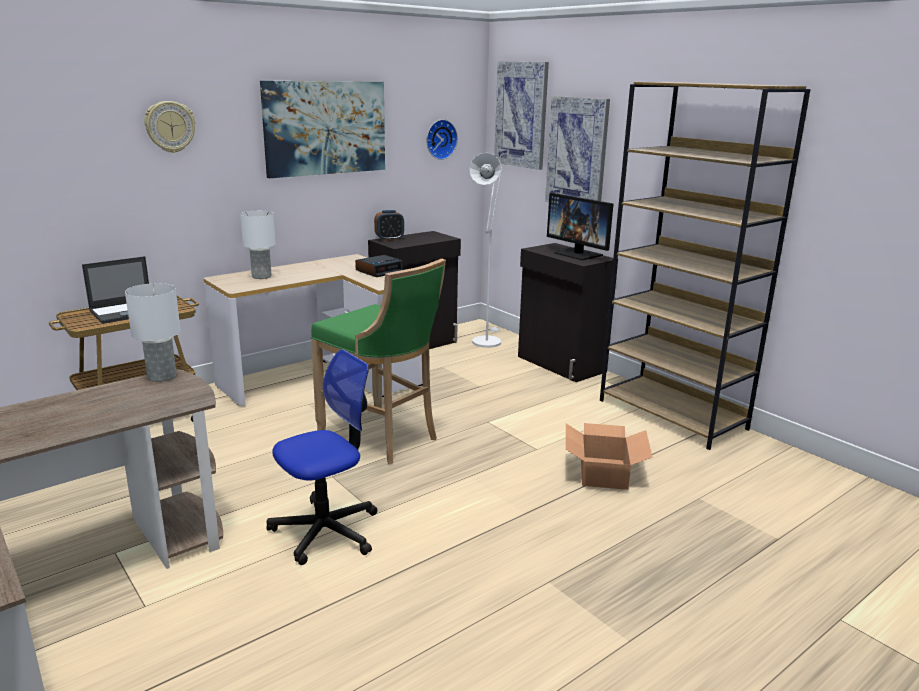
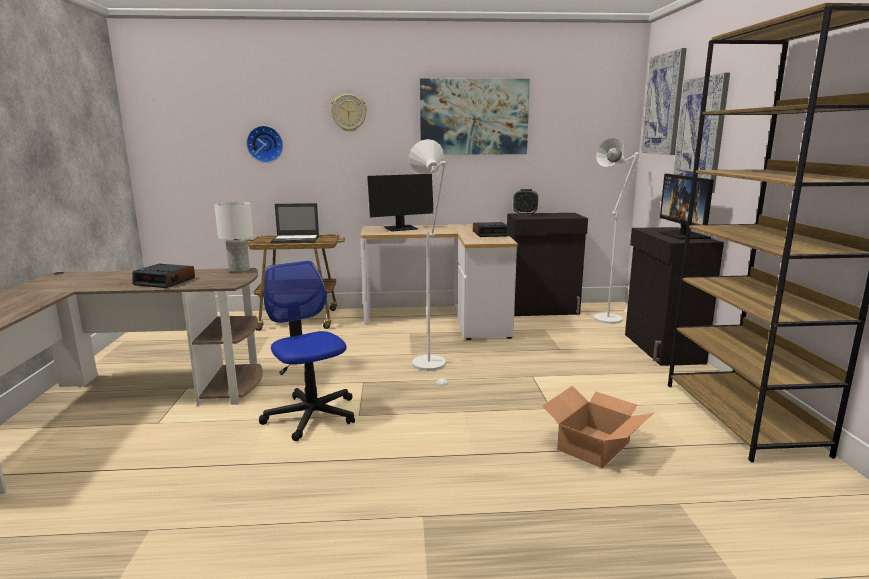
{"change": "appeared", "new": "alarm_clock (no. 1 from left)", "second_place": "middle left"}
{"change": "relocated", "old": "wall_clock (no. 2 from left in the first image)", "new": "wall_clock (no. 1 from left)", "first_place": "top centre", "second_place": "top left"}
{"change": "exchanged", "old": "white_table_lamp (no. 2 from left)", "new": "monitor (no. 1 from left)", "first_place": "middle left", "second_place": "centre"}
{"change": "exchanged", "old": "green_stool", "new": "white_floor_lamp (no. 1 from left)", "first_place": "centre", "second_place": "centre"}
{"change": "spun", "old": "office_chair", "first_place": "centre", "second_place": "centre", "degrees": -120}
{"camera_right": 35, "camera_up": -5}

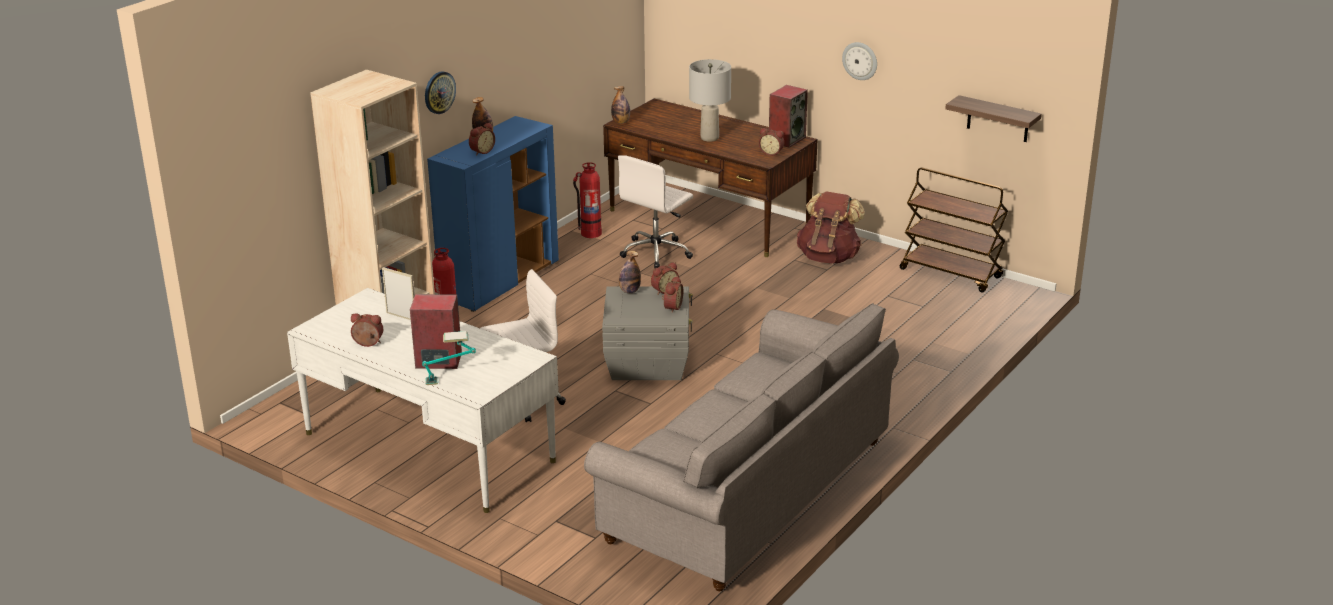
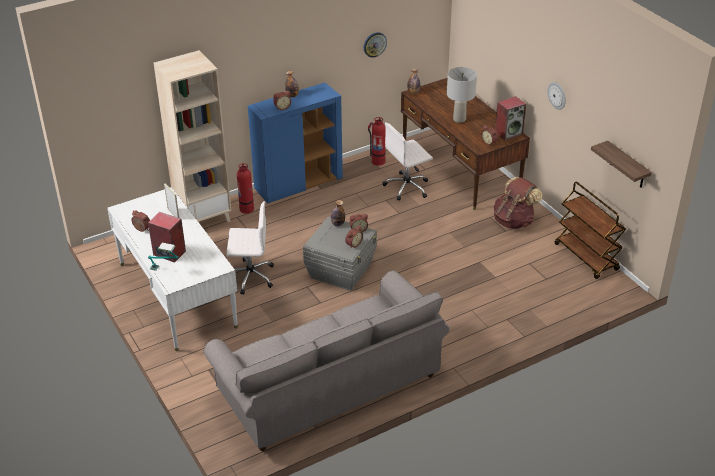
{"change": "relocated", "old": "wall_clock (no. 1 from left)", "first_place": "top left", "second_place": "top centre"}
{"camera_right": 25, "camera_up": 10}

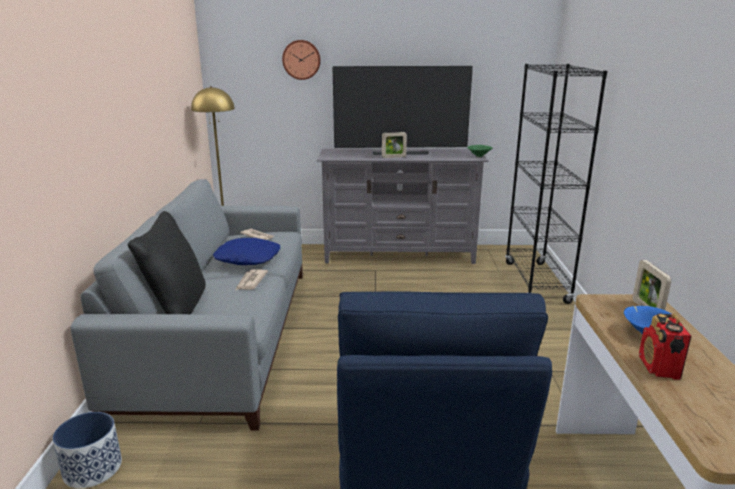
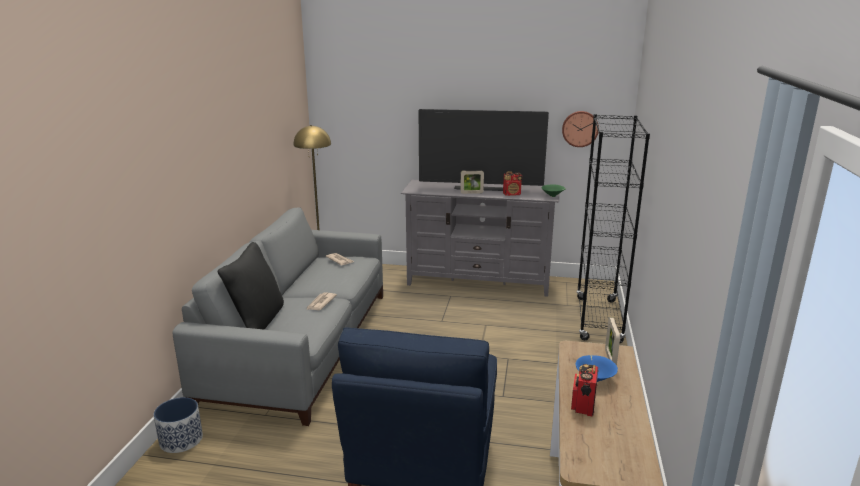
{"change": "missing", "old": "blue_pillow", "first_place": "centre"}
{"change": "appeared", "new": "radio (no. 1 from left)", "second_place": "centre"}
{"change": "relocated", "old": "wall_clock", "first_place": "top centre", "second_place": "top right"}
{"camera_right": 10, "camera_up": 0}

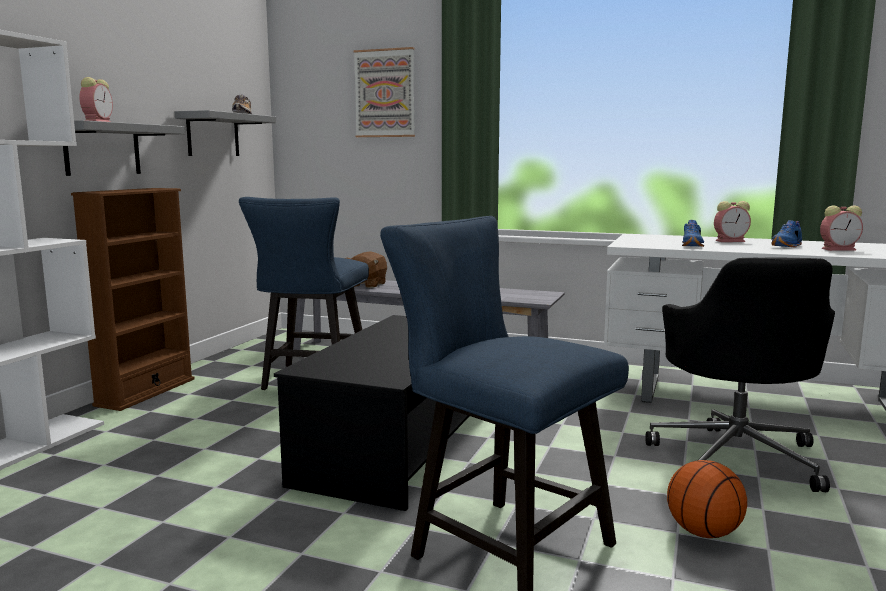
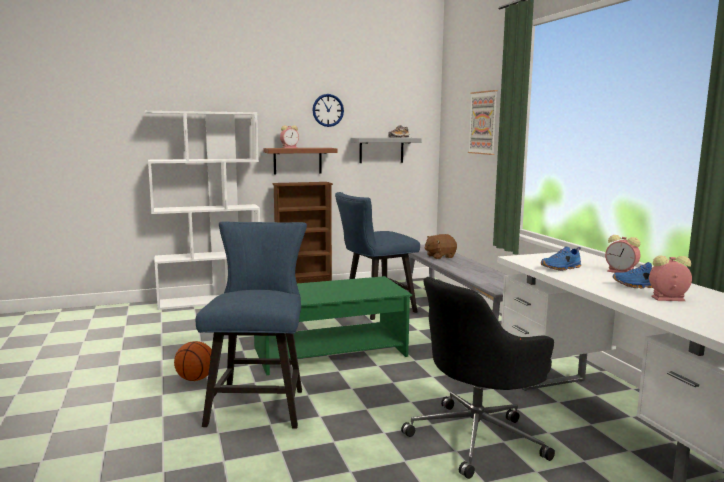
{"change": "appeared", "new": "wall_clock", "second_place": "top centre"}
{"change": "relocated", "old": "basketball", "first_place": "bottom right", "second_place": "bottom left"}
{"change": "colour", "old": "grey_shelf (no. 1 from left)", "new": "brown_shelf", "first_place": "top left", "second_place": "centre"}
{"change": "colour", "old": "black_coffee_table", "new": "green_coffee_table", "first_place": "bottom centre", "second_place": "bottom centre"}
{"change": "spun", "old": "alarm_clock (no. 3 from left)", "first_place": "middle right", "second_place": "middle right", "degrees": 135}
{"camera_right": 50, "camera_up": 0}

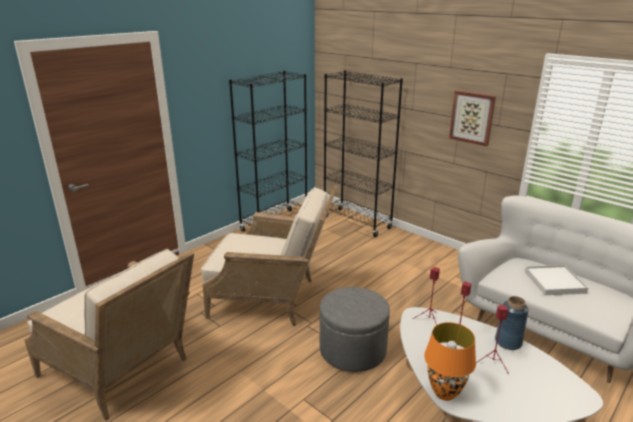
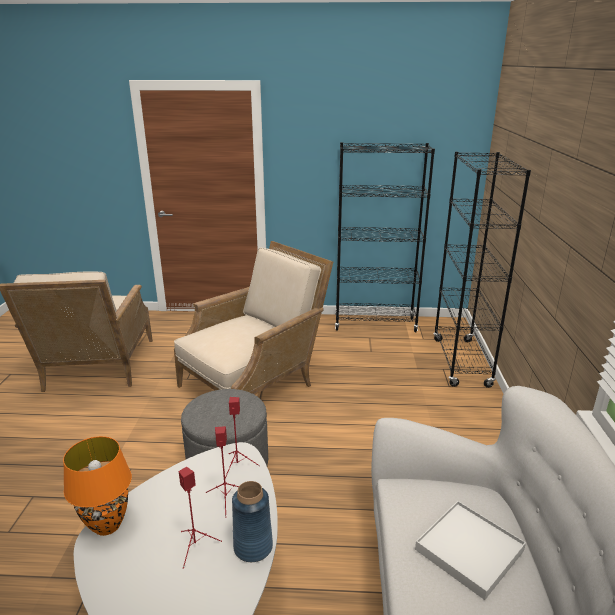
{"change": "missing", "old": "picture", "first_place": "top right"}
{"change": "spun", "old": "beige_armchair (no. 2 from left)", "first_place": "centre", "second_place": "centre", "degrees": -105}
{"camera_right": 50, "camera_up": 0}

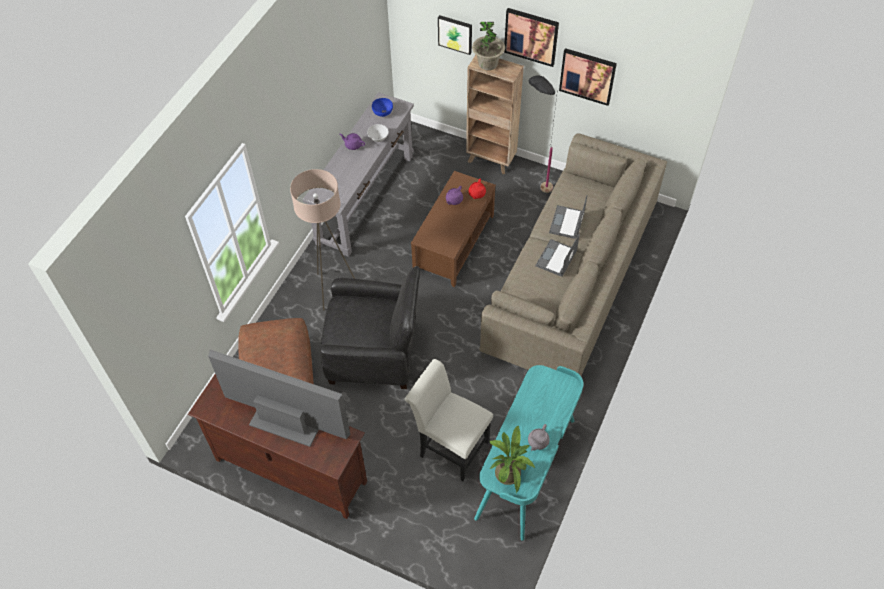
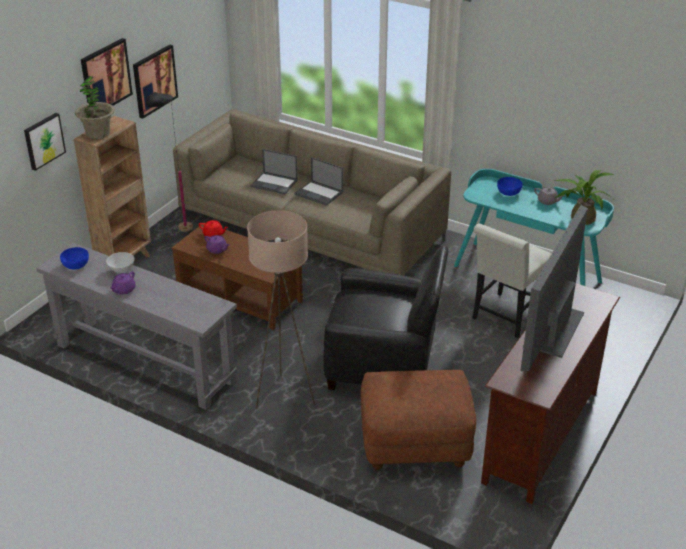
{"change": "appeared", "new": "blue_bowl (no. 2 from left)", "second_place": "middle right"}
{"change": "spun", "old": "black_armchair", "first_place": "centre", "second_place": "centre", "degrees": 90}
{"camera_right": -85, "camera_up": -20}

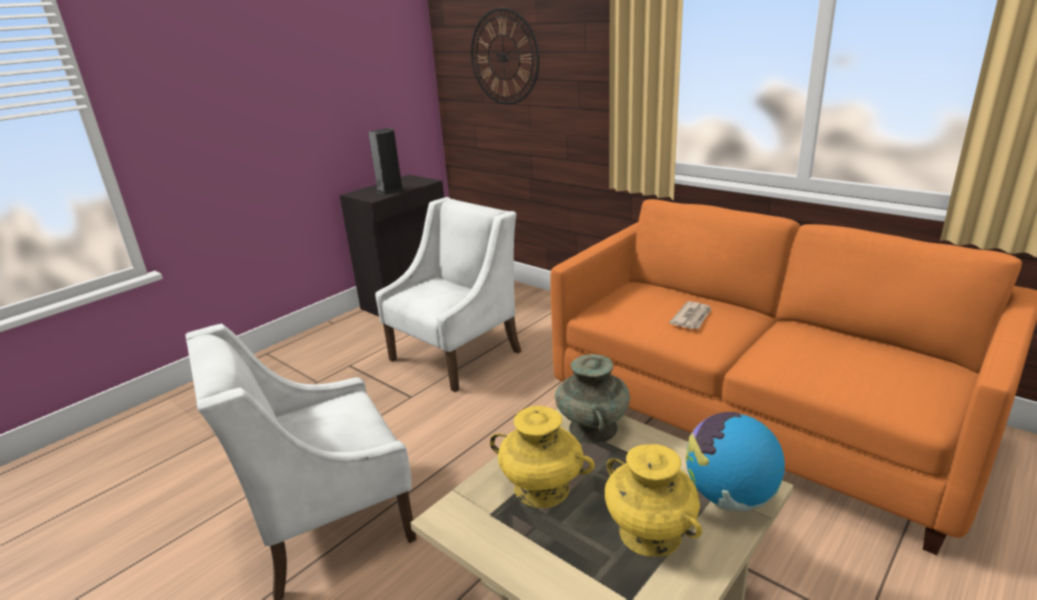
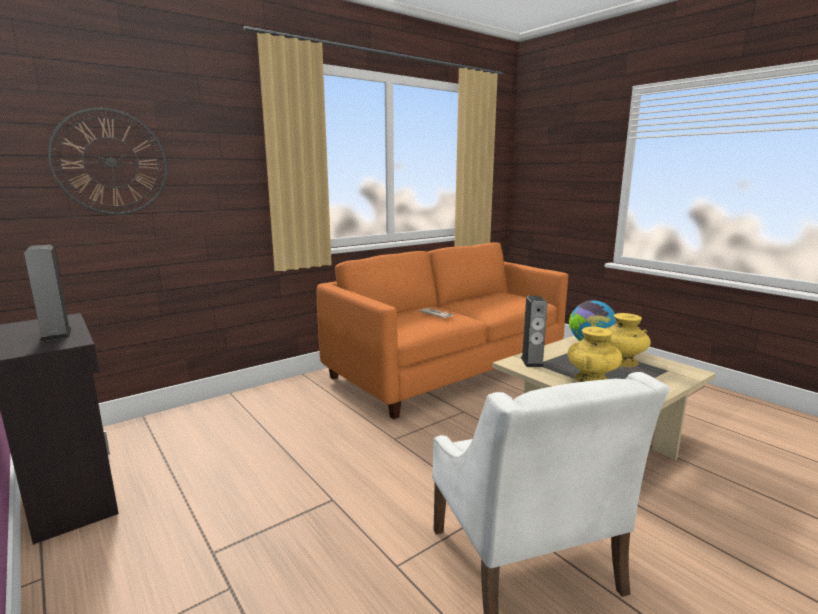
{"change": "missing", "old": "white_armchair (no. 2 from left)", "first_place": "centre"}
{"change": "exchanged", "old": "turquoise_vase", "new": "speaker (no. 2 from left)", "first_place": "centre", "second_place": "centre"}
{"camera_right": -80, "camera_up": -10}

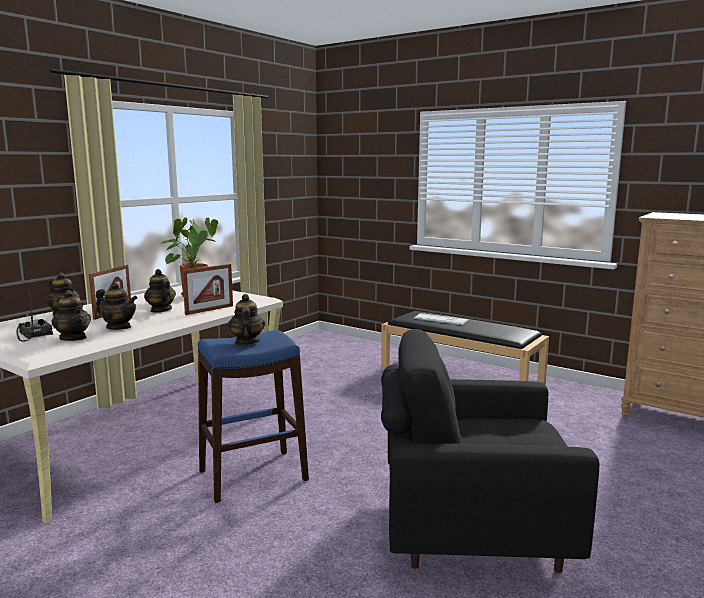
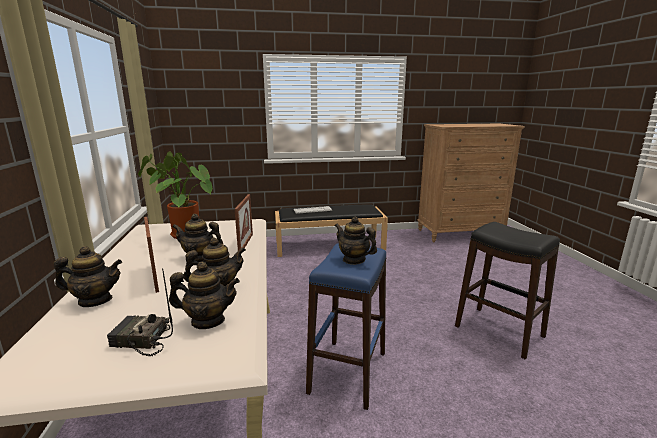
{"change": "exchanged", "old": "black_armchair", "new": "black_stool", "first_place": "bottom right", "second_place": "middle right"}
{"camera_right": -45, "camera_up": 5}

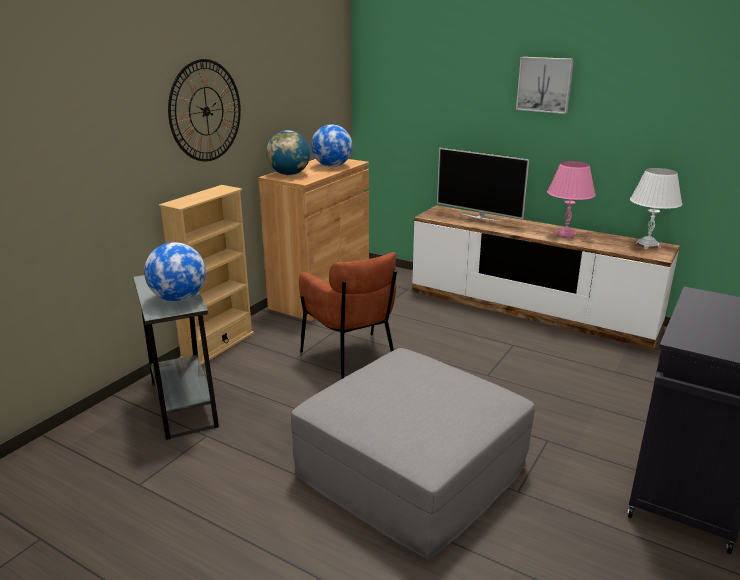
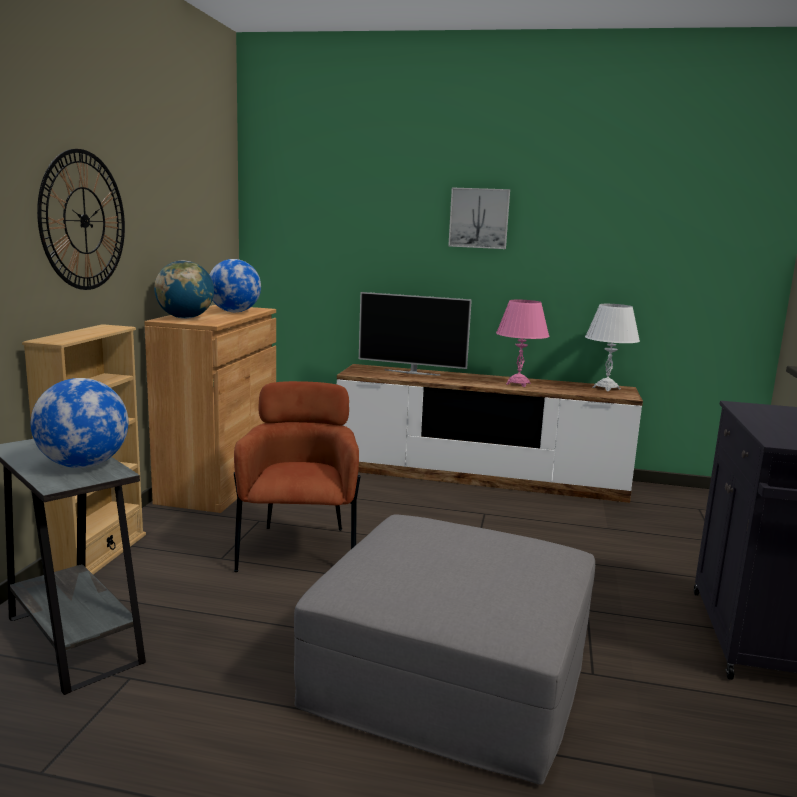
{"change": "spun", "old": "brown_armchair", "first_place": "centre", "second_place": "centre", "degrees": -135}
{"camera_right": -20, "camera_up": -10}

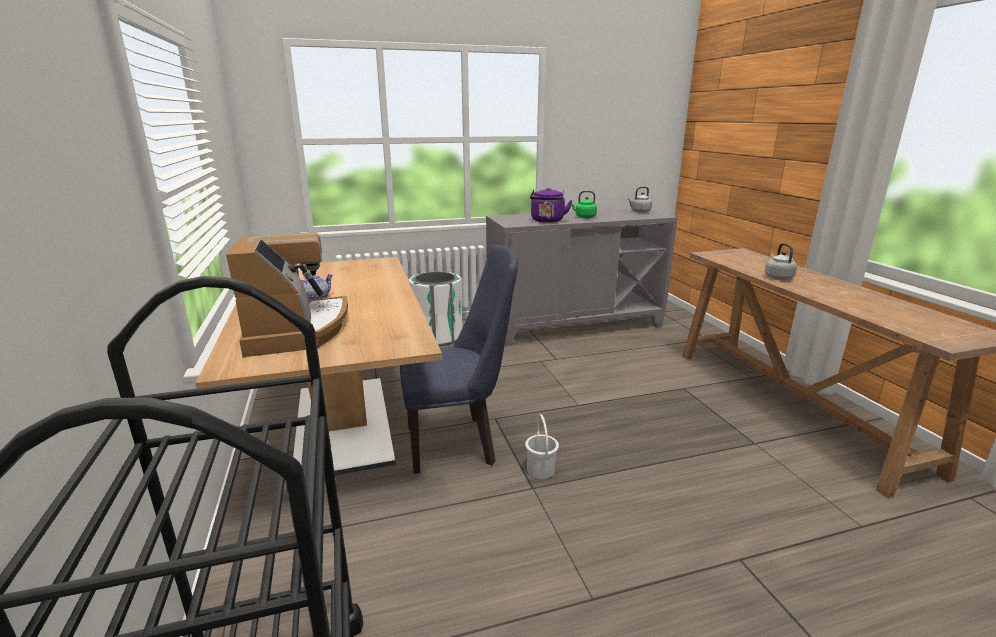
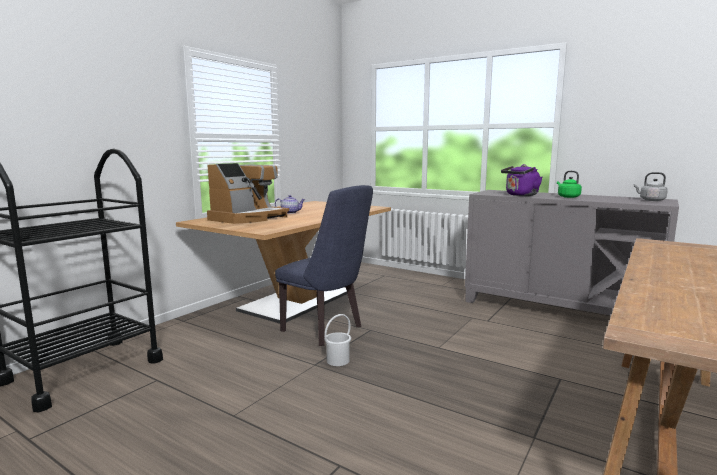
{"change": "missing", "old": "white_trash_can", "first_place": "centre"}
{"change": "missing", "old": "grey_kettle (no. 2 from left)", "first_place": "middle right"}
{"camera_right": 50, "camera_up": -10}

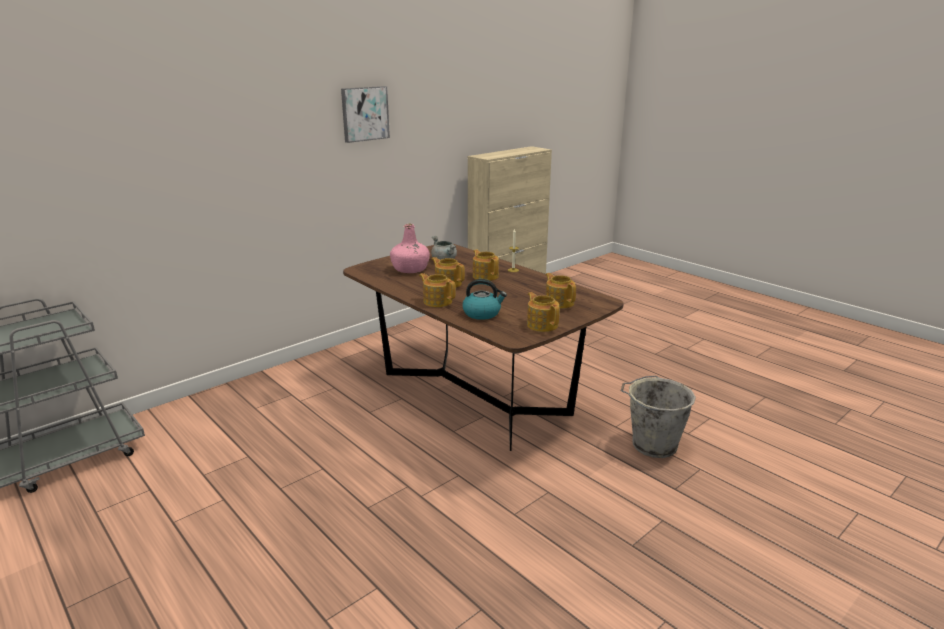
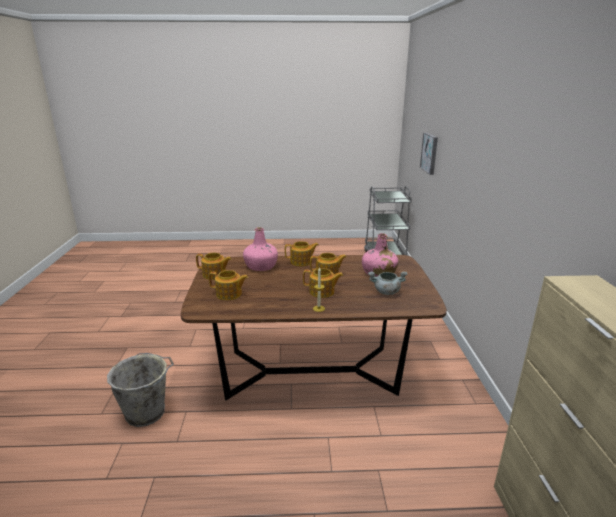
{"change": "relocated", "old": "picture", "first_place": "top centre", "second_place": "top right"}
{"change": "exchanged", "old": "kettle", "new": "pink_bottle (no. 1 from left)", "first_place": "centre", "second_place": "centre"}
{"camera_right": 130, "camera_up": 0}

